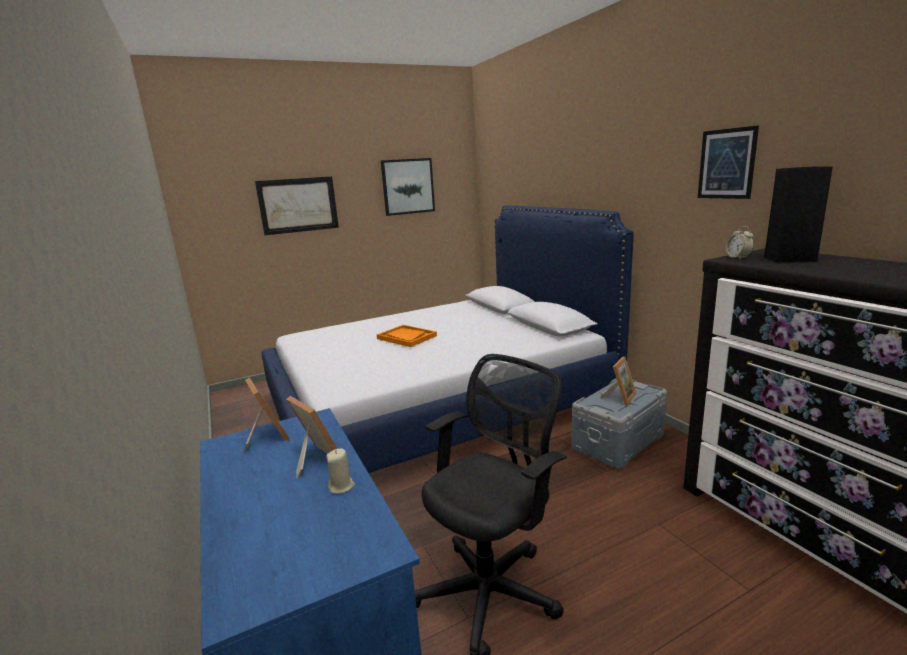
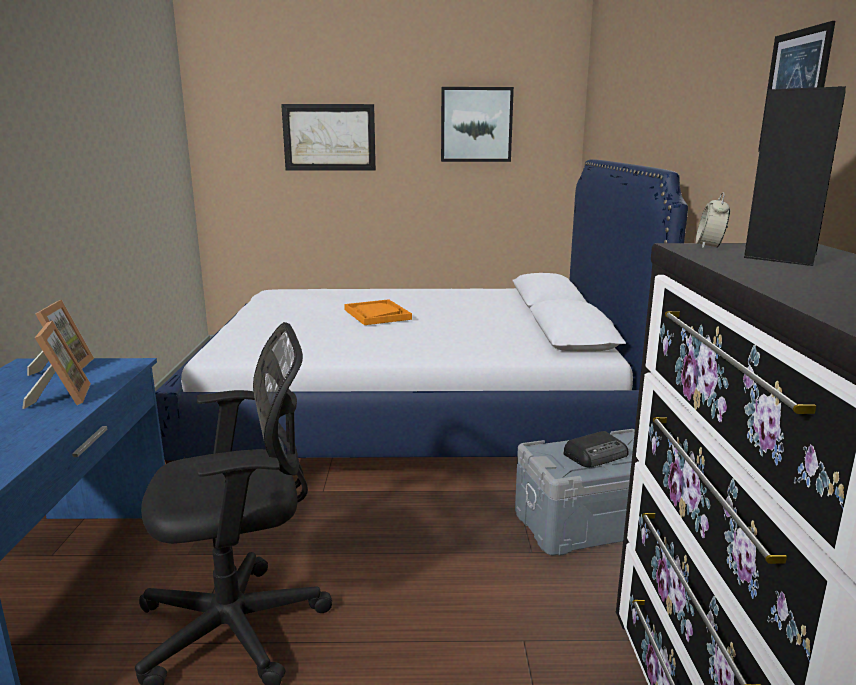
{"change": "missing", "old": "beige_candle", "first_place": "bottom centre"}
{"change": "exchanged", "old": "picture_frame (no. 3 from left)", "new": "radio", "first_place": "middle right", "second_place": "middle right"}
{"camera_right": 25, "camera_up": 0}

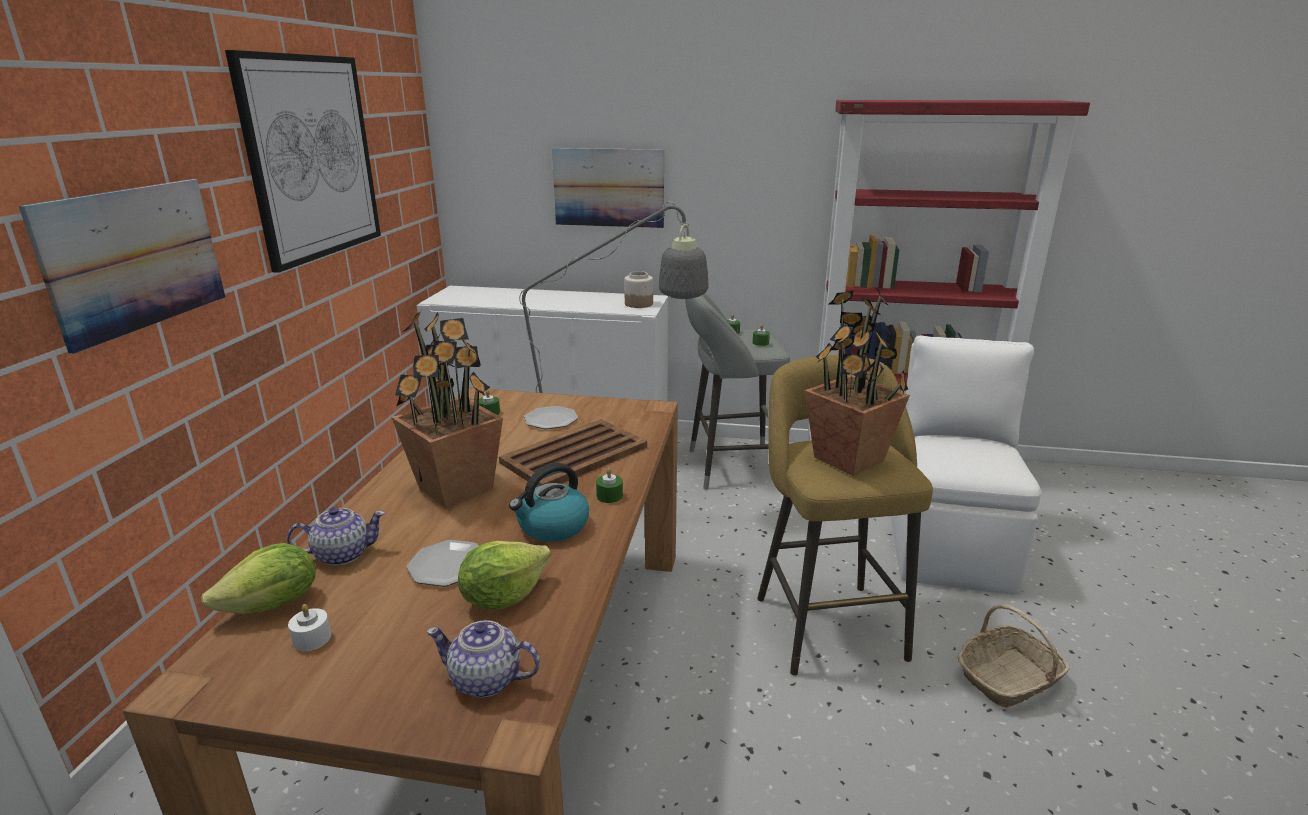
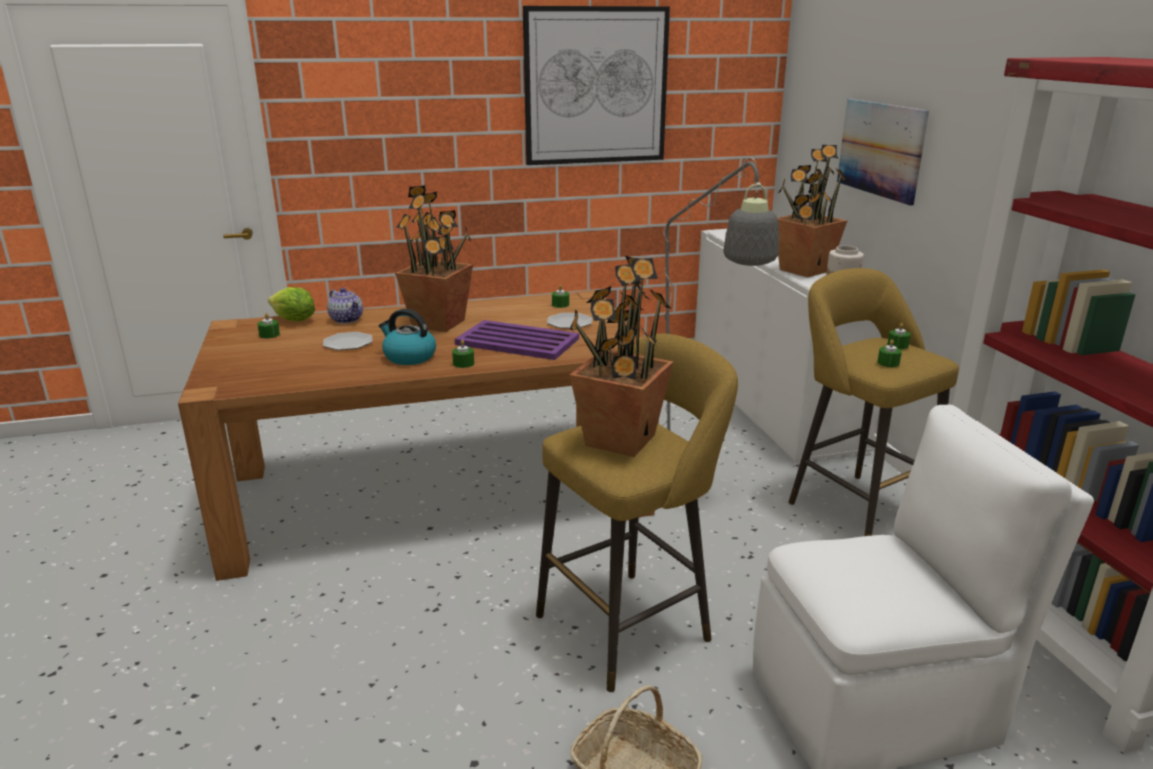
{"change": "missing", "old": "picture (no. 1 from left)", "first_place": "top left"}
{"change": "missing", "old": "teapot (no. 2 from left)", "first_place": "bottom centre"}
{"change": "missing", "old": "lettuce (no. 2 from left)", "first_place": "bottom centre"}
{"change": "appeared", "new": "potted_plant (no. 3 from left)", "second_place": "top right"}
{"change": "colour", "old": "white_candle", "new": "green_candle (no. 1 from left)", "first_place": "bottom left", "second_place": "middle left"}
{"change": "colour", "old": "brown_tray", "new": "purple_tray", "first_place": "centre", "second_place": "centre"}
{"change": "colour", "old": "grey_stool", "new": "yellow_stool (no. 2 from left)", "first_place": "centre", "second_place": "middle right"}
{"camera_right": 65, "camera_up": 0}

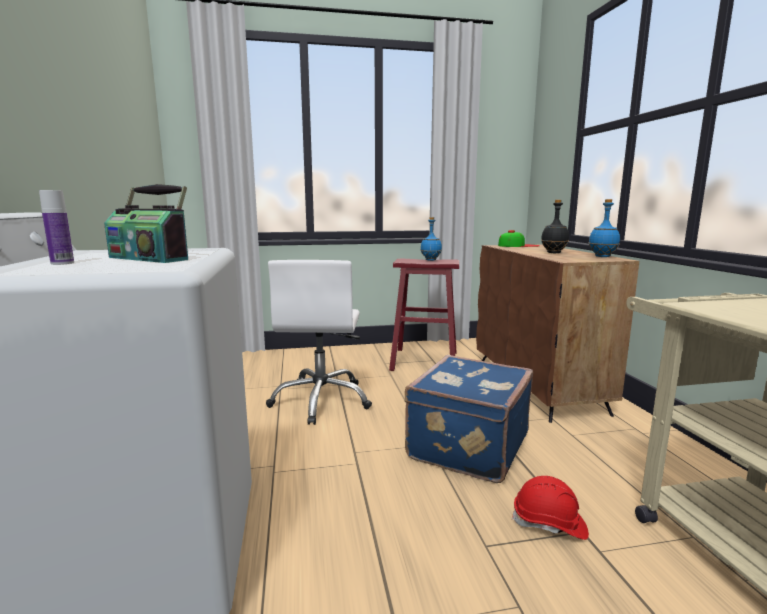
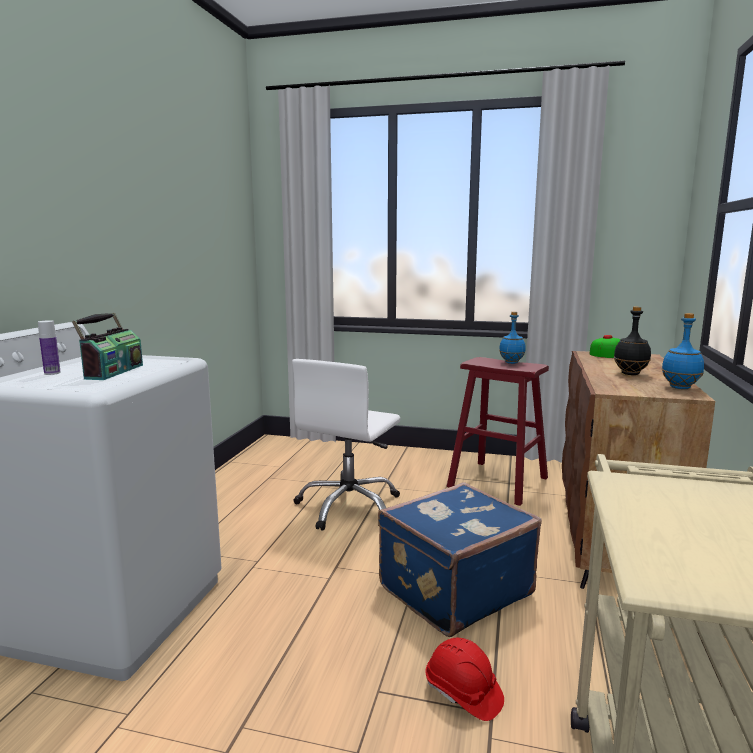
{"change": "spun", "old": "radio", "first_place": "middle left", "second_place": "middle left", "degrees": -135}
{"camera_right": 25, "camera_up": 0}

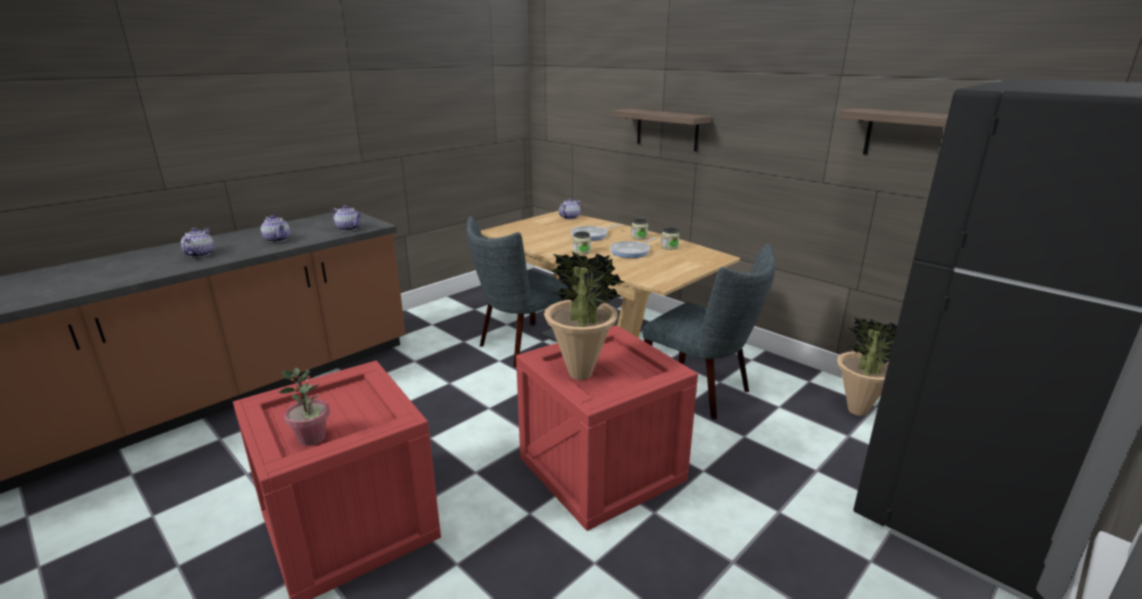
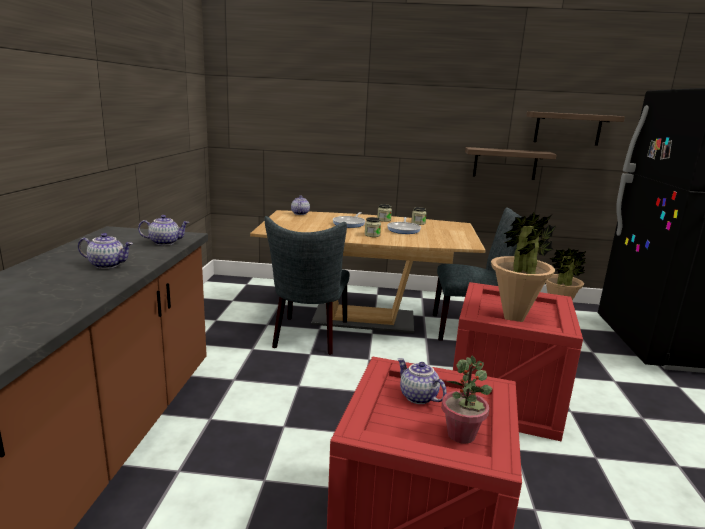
{"change": "relocated", "old": "teapot (no. 1 from left in the first image)", "new": "teapot (no. 4 from left)", "first_place": "middle left", "second_place": "bottom centre"}
{"change": "relocated", "old": "shelf (no. 1 from left)", "first_place": "top centre", "second_place": "top right"}
{"camera_right": -40, "camera_up": -5}

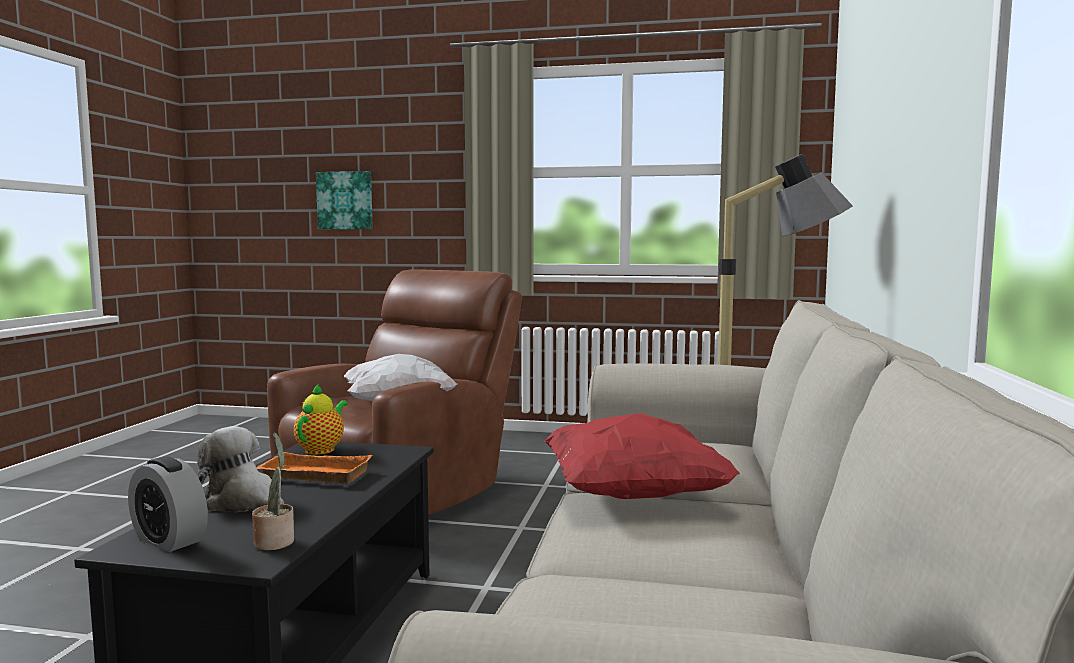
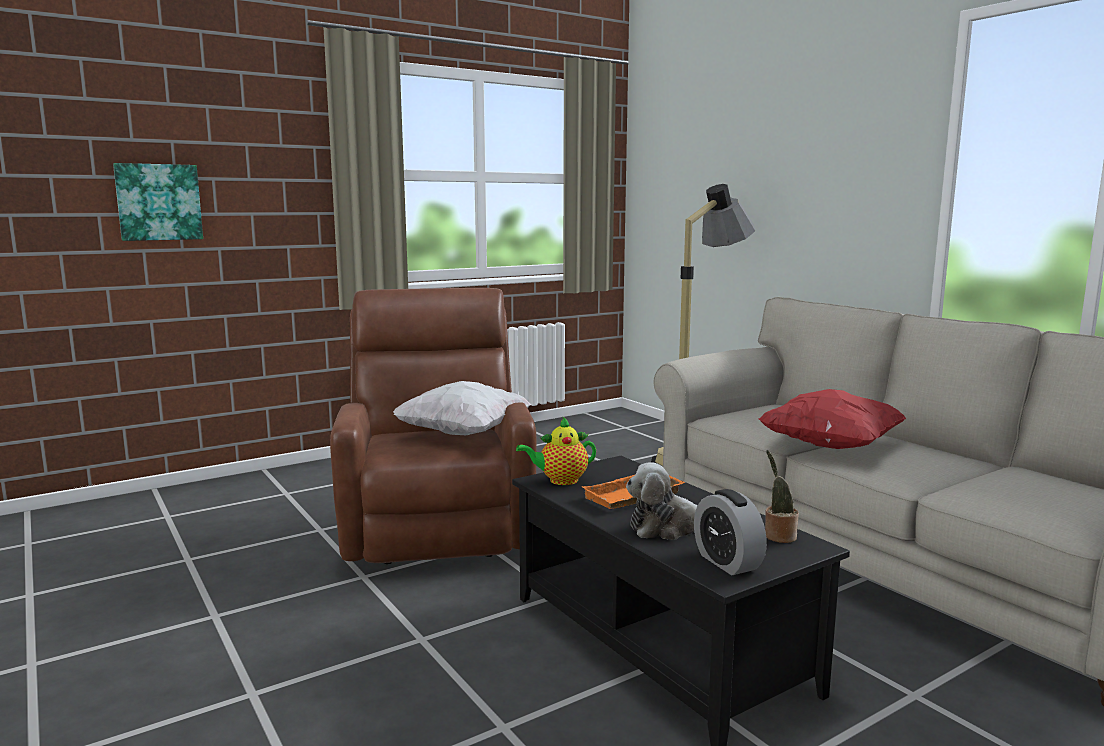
{"change": "spun", "old": "alarm_clock", "first_place": "bottom left", "second_place": "bottom centre", "degrees": 75}
{"change": "spun", "old": "teapot", "first_place": "middle left", "second_place": "centre", "degrees": -75}
{"camera_right": -45, "camera_up": 5}

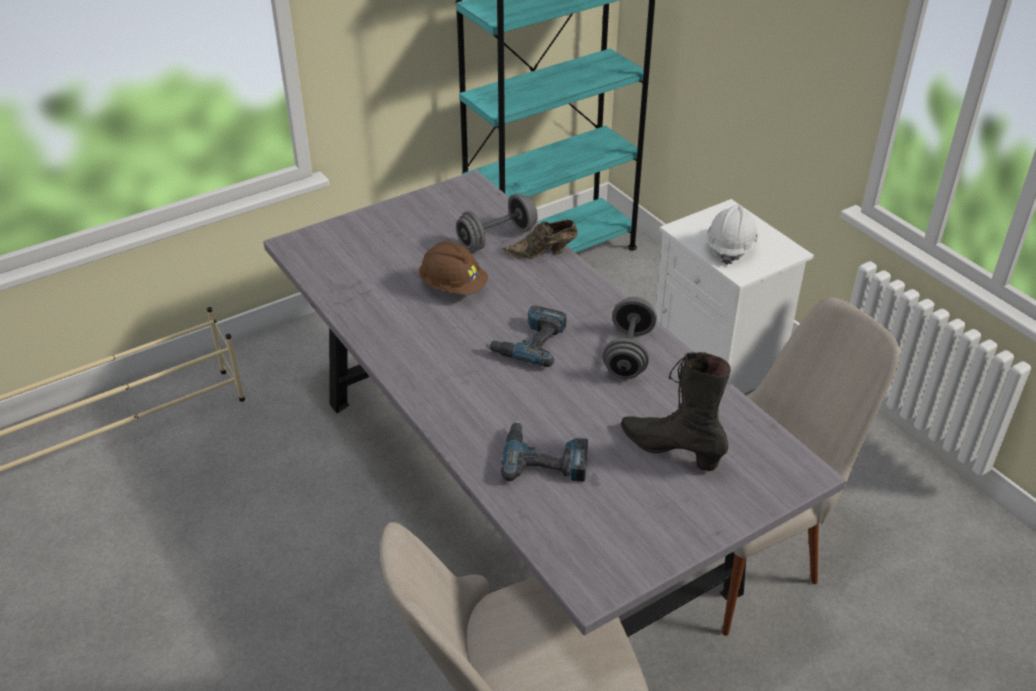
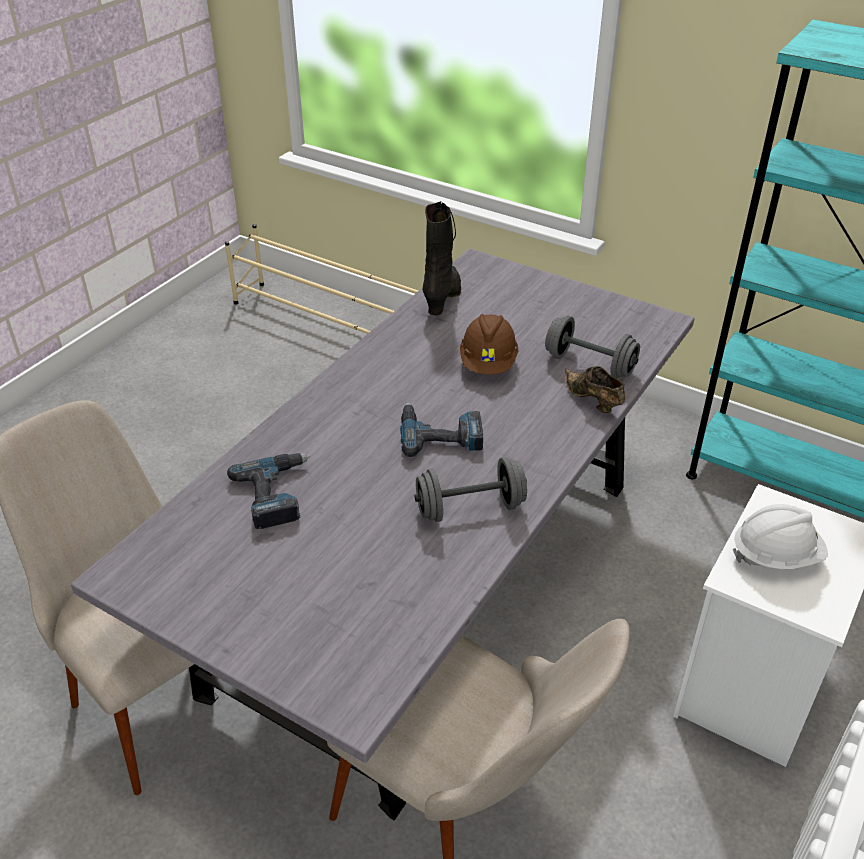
{"change": "relocated", "old": "black_boot", "first_place": "centre", "second_place": "top centre"}
{"camera_right": 65, "camera_up": 0}

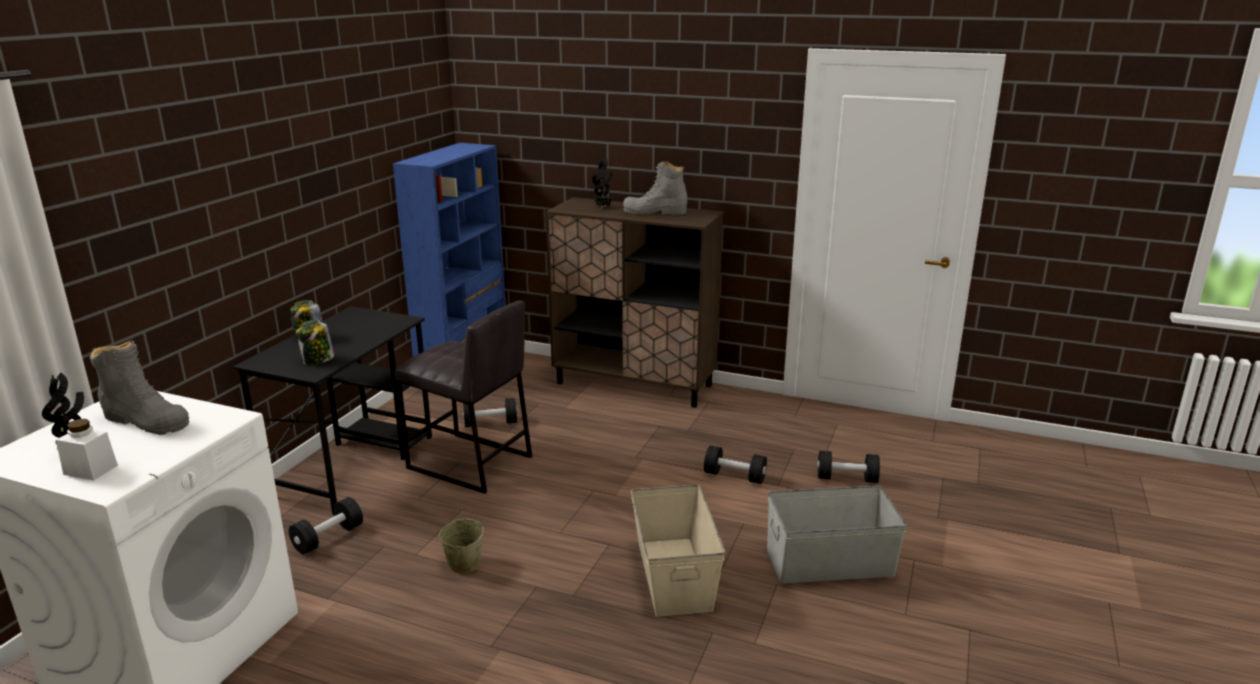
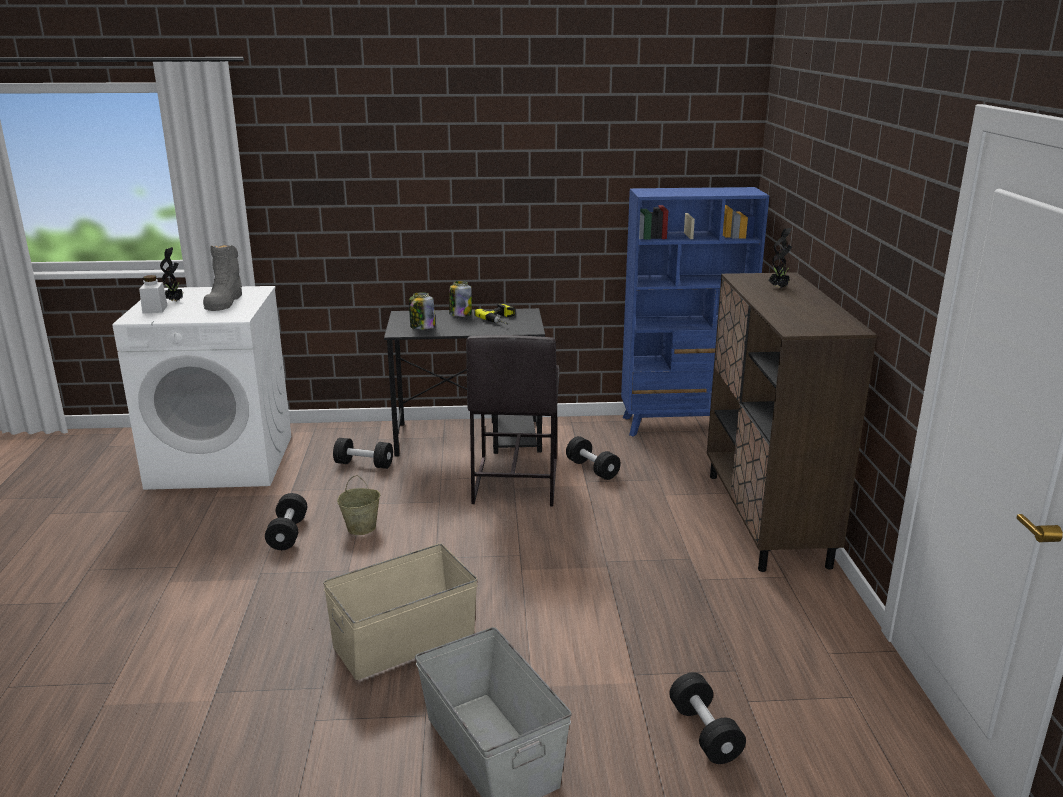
{"change": "missing", "old": "grey_boot (no. 2 from left)", "first_place": "top centre"}
{"change": "appeared", "new": "power_drill", "second_place": "centre"}
{"change": "relocated", "old": "black_dumbbell (no. 3 from left in the first image)", "new": "black_dumbbell (no. 1 from left)", "first_place": "bottom centre", "second_place": "middle left"}
{"camera_right": 65, "camera_up": 0}

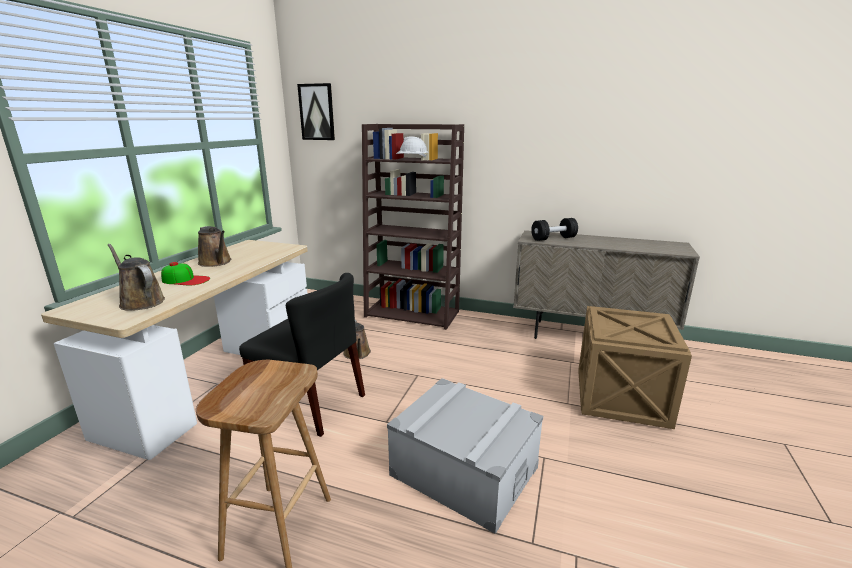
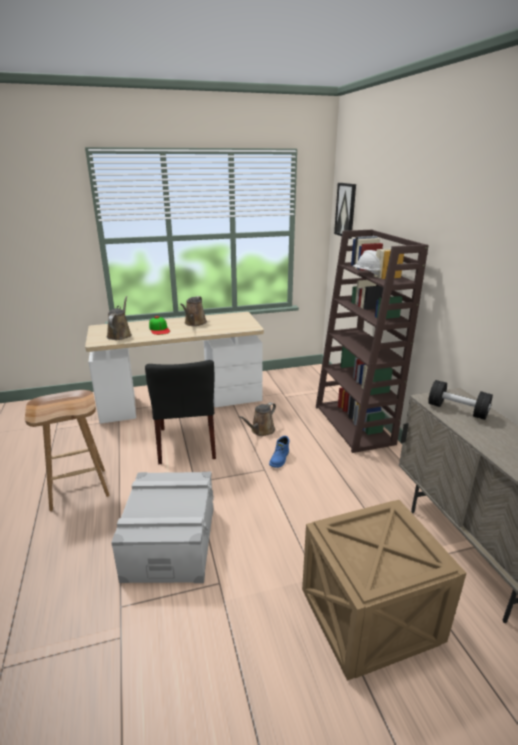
{"change": "appeared", "new": "blue_boot", "second_place": "centre"}
{"camera_right": 55, "camera_up": 5}

